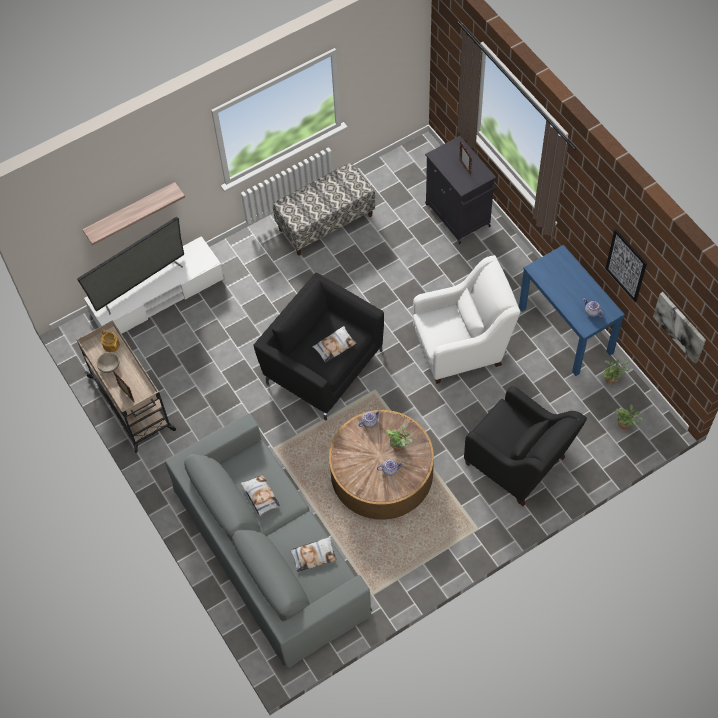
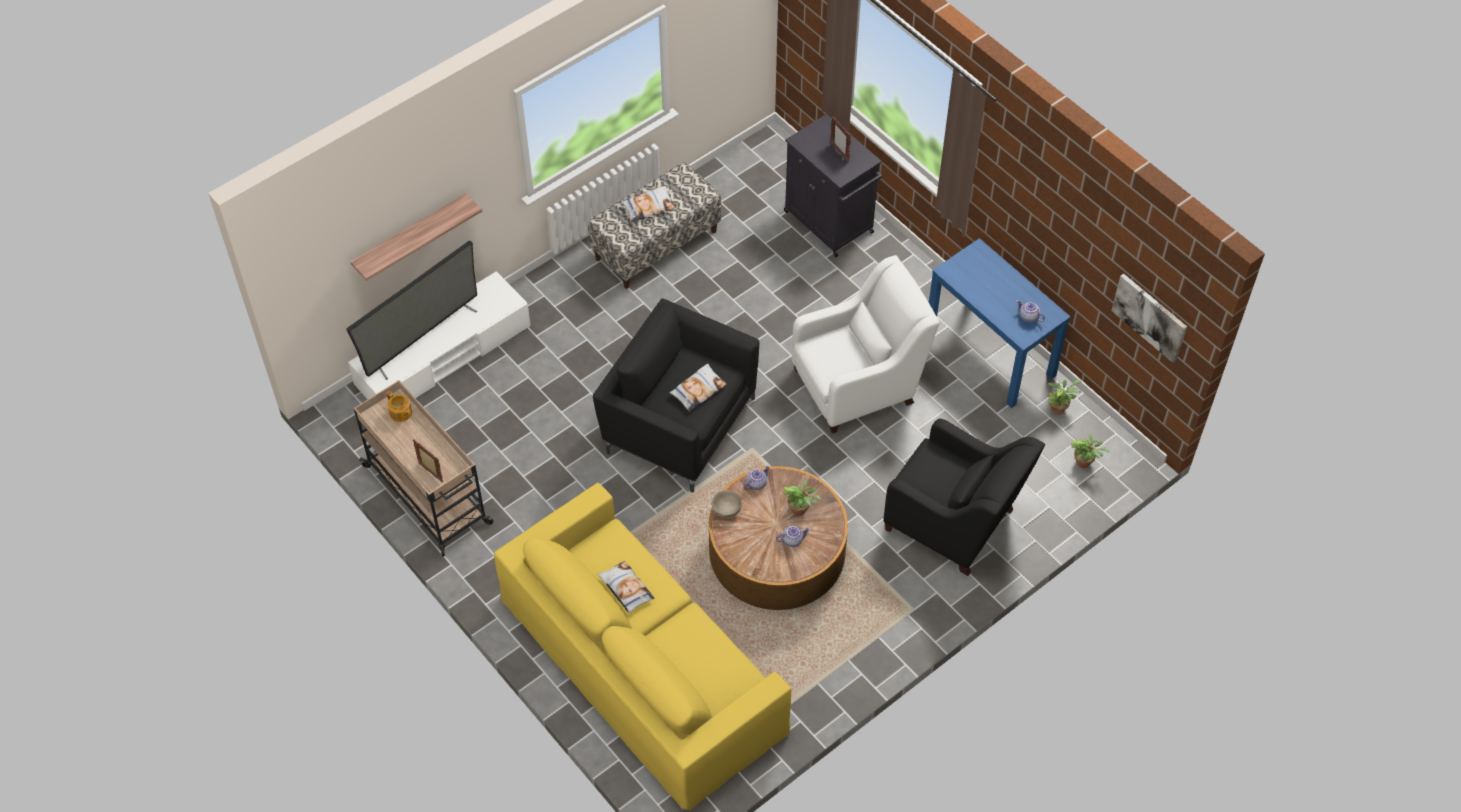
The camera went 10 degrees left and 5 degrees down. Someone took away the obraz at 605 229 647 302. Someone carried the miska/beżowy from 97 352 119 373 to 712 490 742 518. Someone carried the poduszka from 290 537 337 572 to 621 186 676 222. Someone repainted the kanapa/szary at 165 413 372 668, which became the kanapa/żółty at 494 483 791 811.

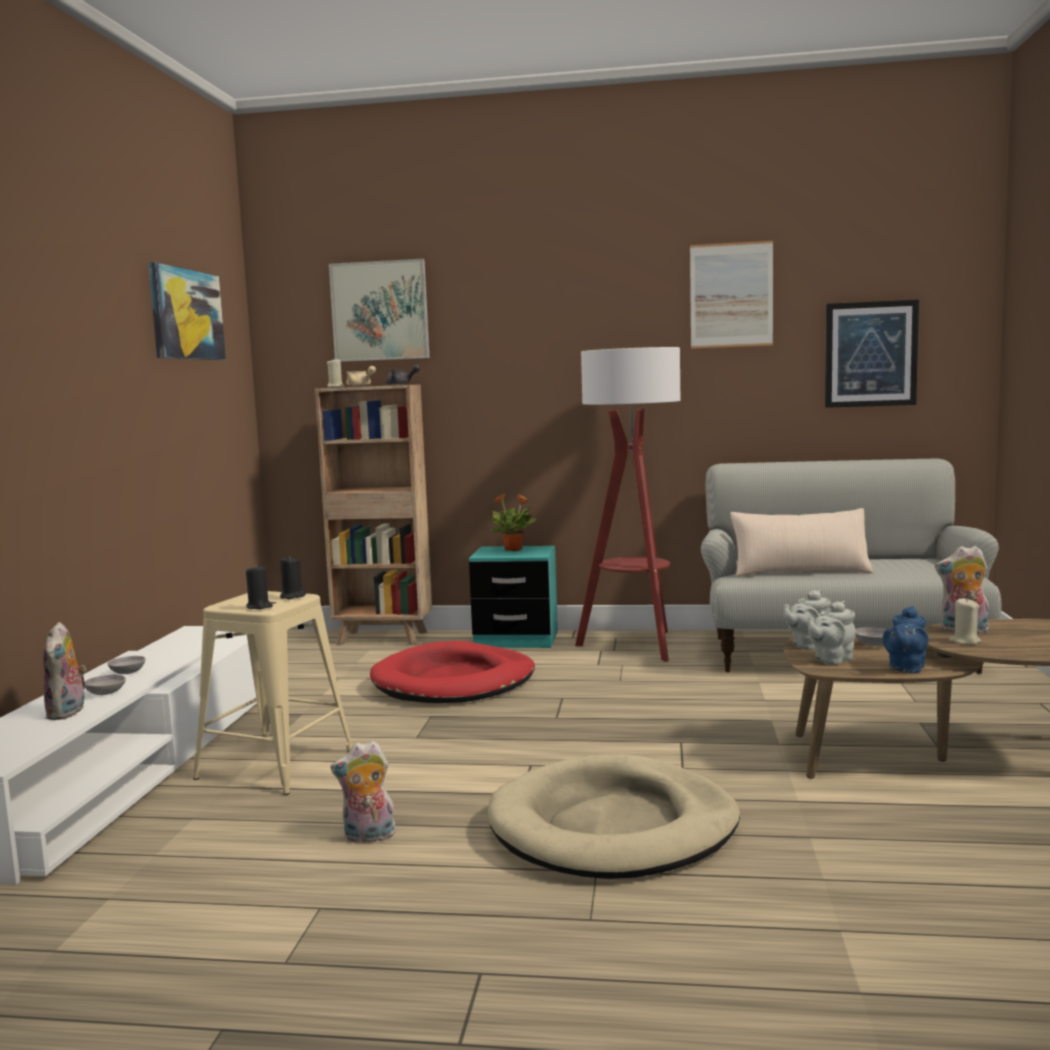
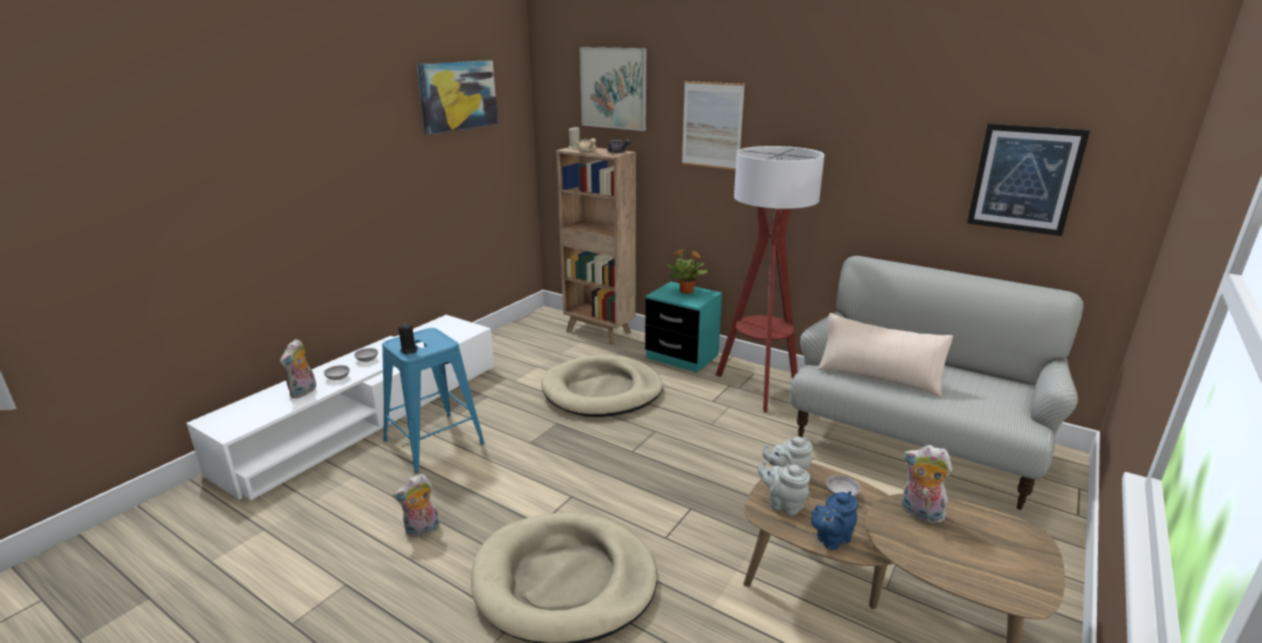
The camera went 25 degrees right and 15 degrees up. Someone took away the świeca/czarny at 280 555 306 599. Someone took away the świeca/beżowy at 949 598 981 645. Someone carried the obraz from 690 241 773 349 to 682 81 745 170. Someone repainted the stołek/beżowy at 193 591 352 795, which became the stołek/niebieski at 382 328 485 473. Someone repainted the legowisko/czerwony at 370 641 535 703, which became the legowisko/beżowy at 541 355 663 417. Someone rotated the pluszak at 331 741 397 844 by 45 degrees counterclockwise. Someone rotated the imbryk/szary at 808 601 856 665 by 45 degrees clockwise.

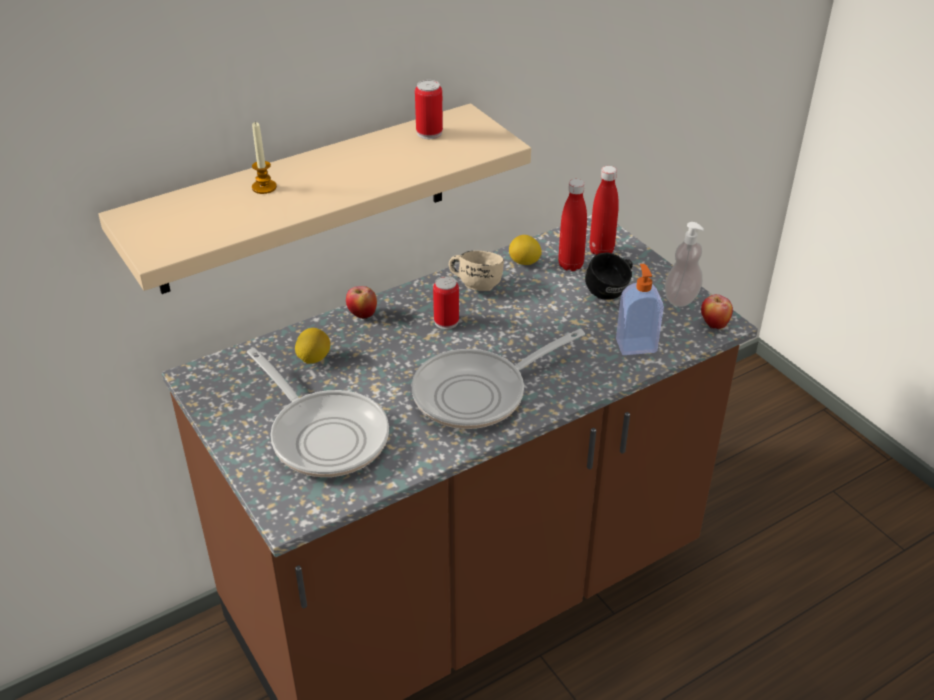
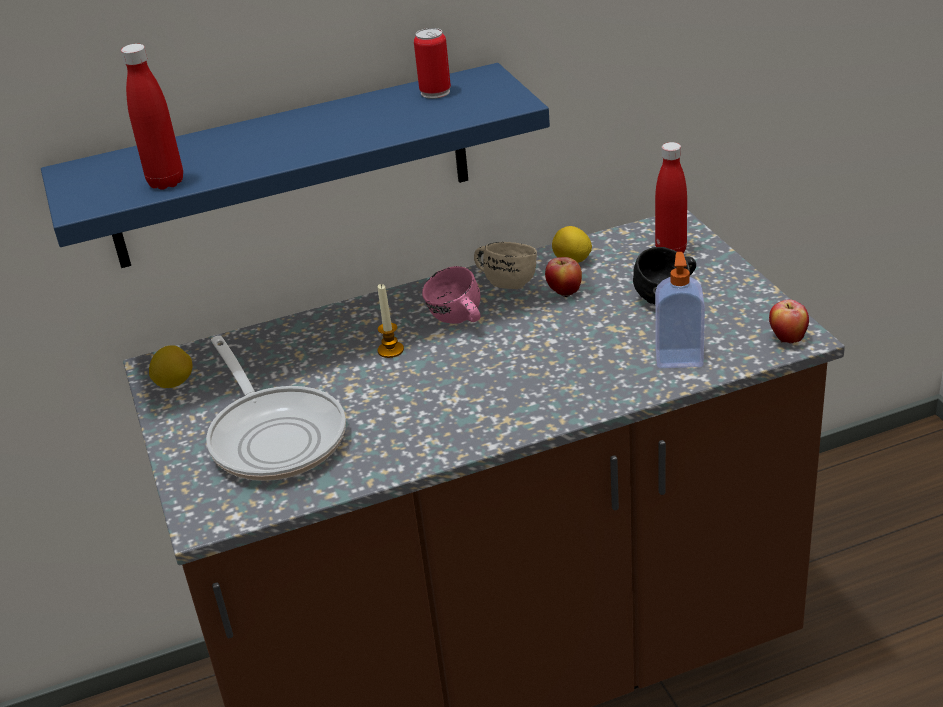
The camera went 15 degrees right and 5 degrees down. Someone took away the patelnia at 412 329 585 429. Someone took away the dozownik mydła at 665 222 704 307. Someone carried the świeca from 252 121 277 194 to 377 284 404 358. Someone carried the cytryna from 295 328 330 364 to 149 345 192 388. Someone carried the jabłko from 346 286 377 320 to 545 257 582 297. Someone carried the butelka/czerwony from 558 179 587 271 to 121 44 183 190. Someone swapped the puszka at 433 276 459 329 for the kubek/różowy at 422 266 481 324. Someone repainted the półka/beżowy at 98 103 531 294, which became the półka/niebieski at 41 63 550 268.

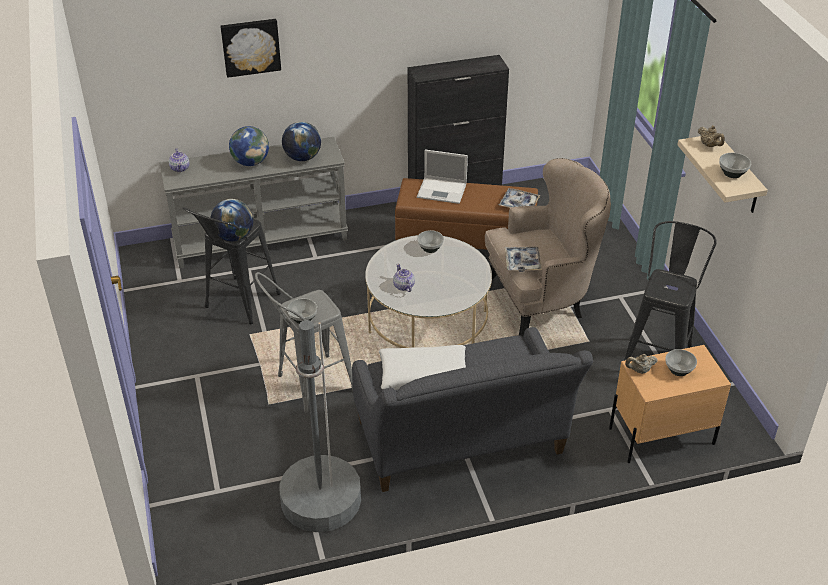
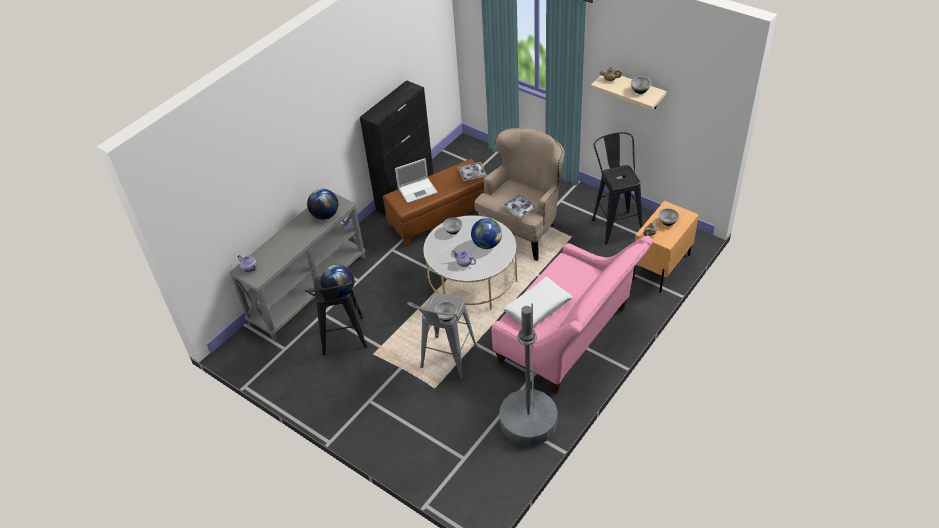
The camera went 35 degrees left and 5 degrees up. Someone took away the obraz at 220 19 281 78. Someone carried the globus from 229 126 269 166 to 471 218 502 249. Someone repainted the kanapa/szary at 352 327 593 492, which became the kanapa/różowy at 492 236 653 394.

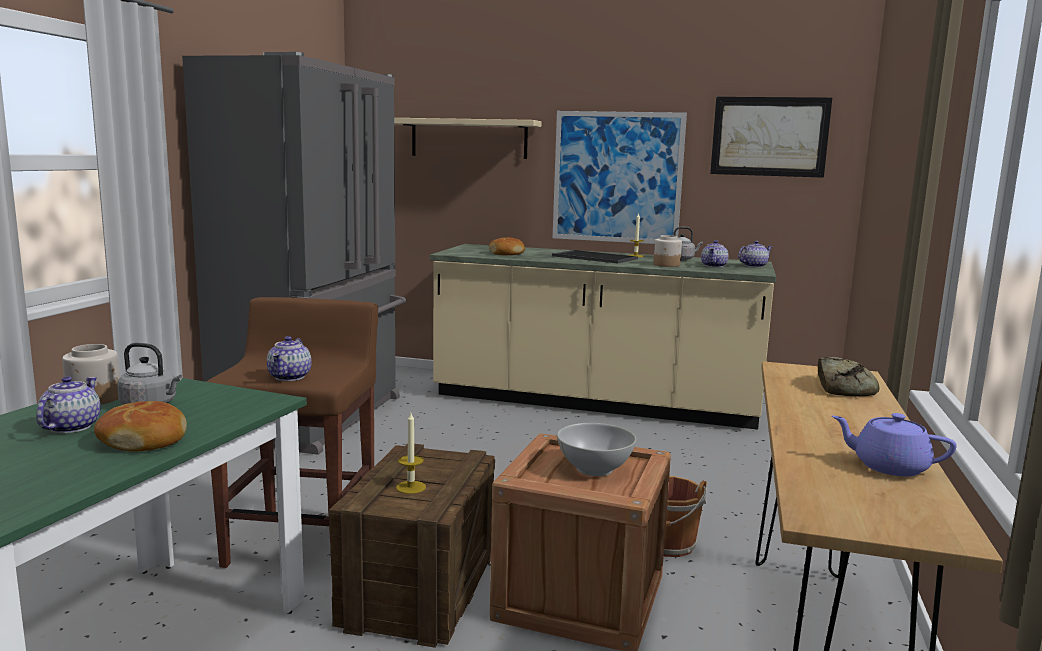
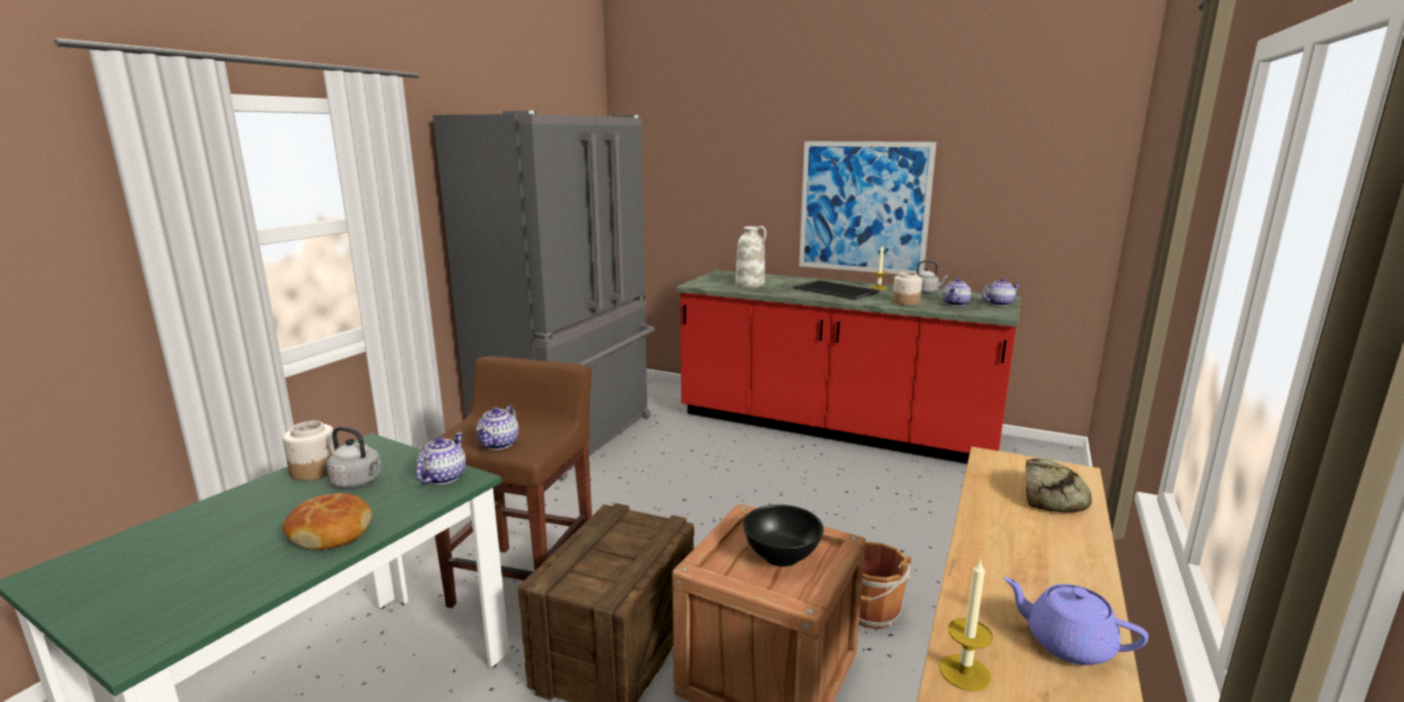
The camera went 10 degrees right and 5 degrees up. Someone took away the półka/beżowy at 394 118 541 159. Someone took away the obraz at 710 97 832 178. Someone carried the imbryk from 36 376 101 433 to 416 432 466 485. Someone carried the świeca from 396 413 426 494 to 939 558 993 691. Someone swapped the chleb at 489 237 525 255 for the wazon/biały at 736 226 766 288. Someone repainted the zabudowa kuchenna/beżowy at 430 244 776 430, which became the zabudowa kuchenna/czerwony at 677 270 1021 464. Someone repainted the miska/biały at 557 423 636 476, which became the miska/czarny at 743 505 824 567.

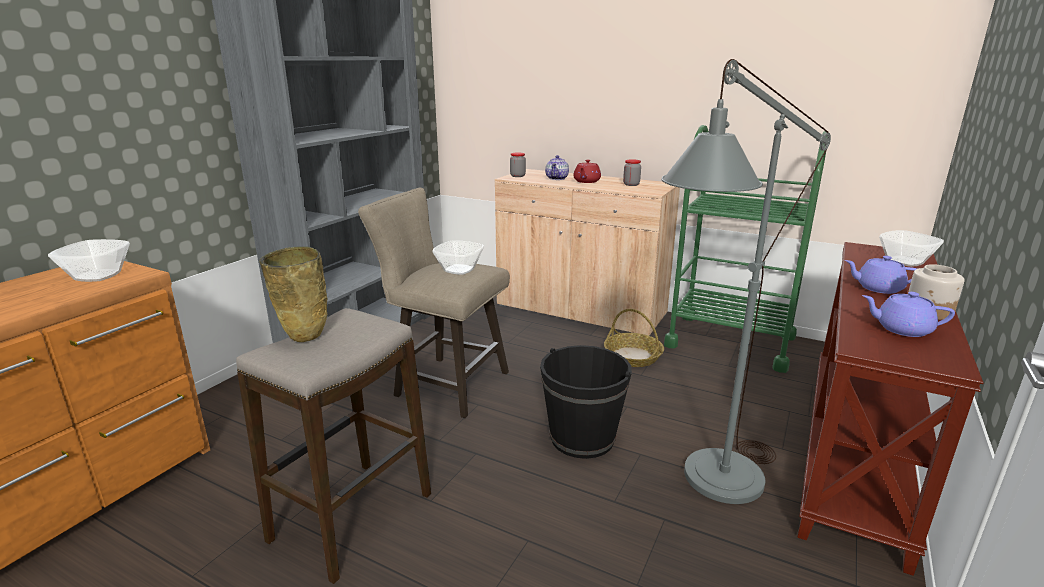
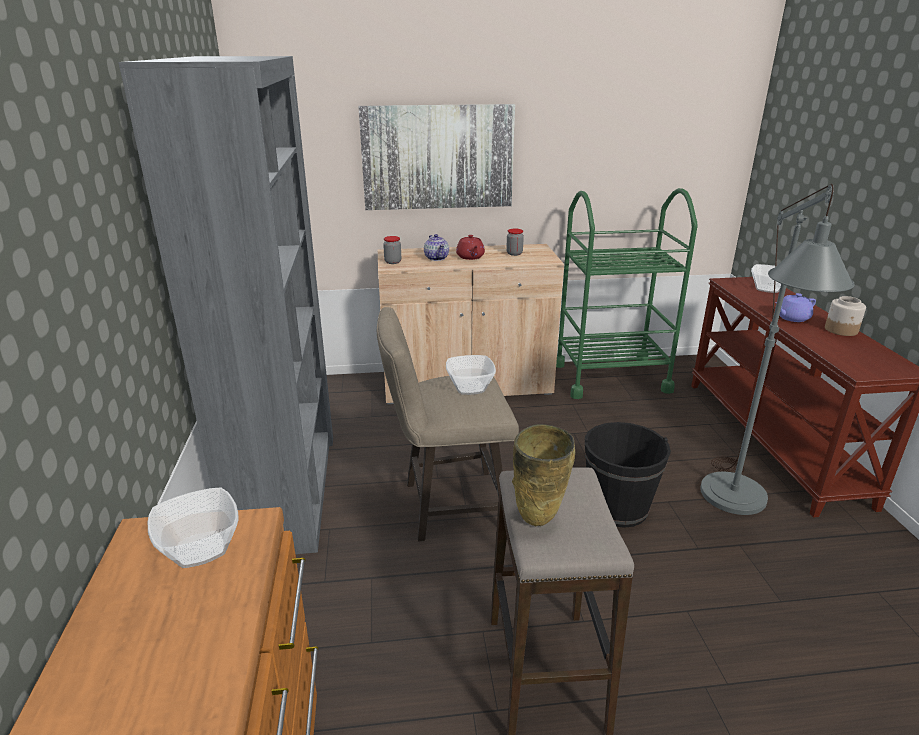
The camera went 35 degrees left and 5 degrees up. Someone took away the koszyk at 604 309 664 367. Someone took away the imbryk/fioletowy at 862 292 955 337. Someone put up the obraz at 358 104 515 210.

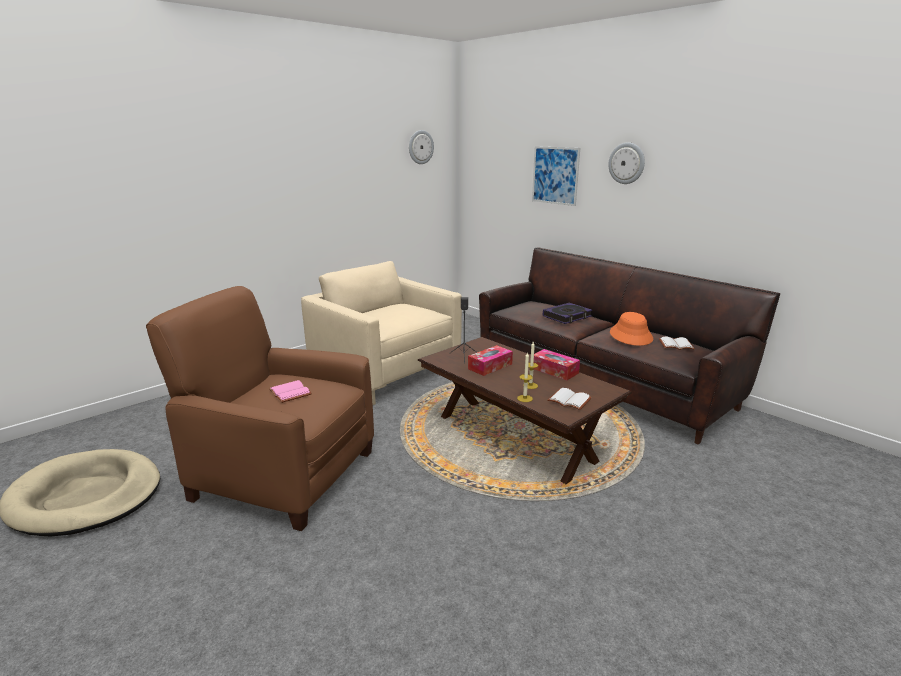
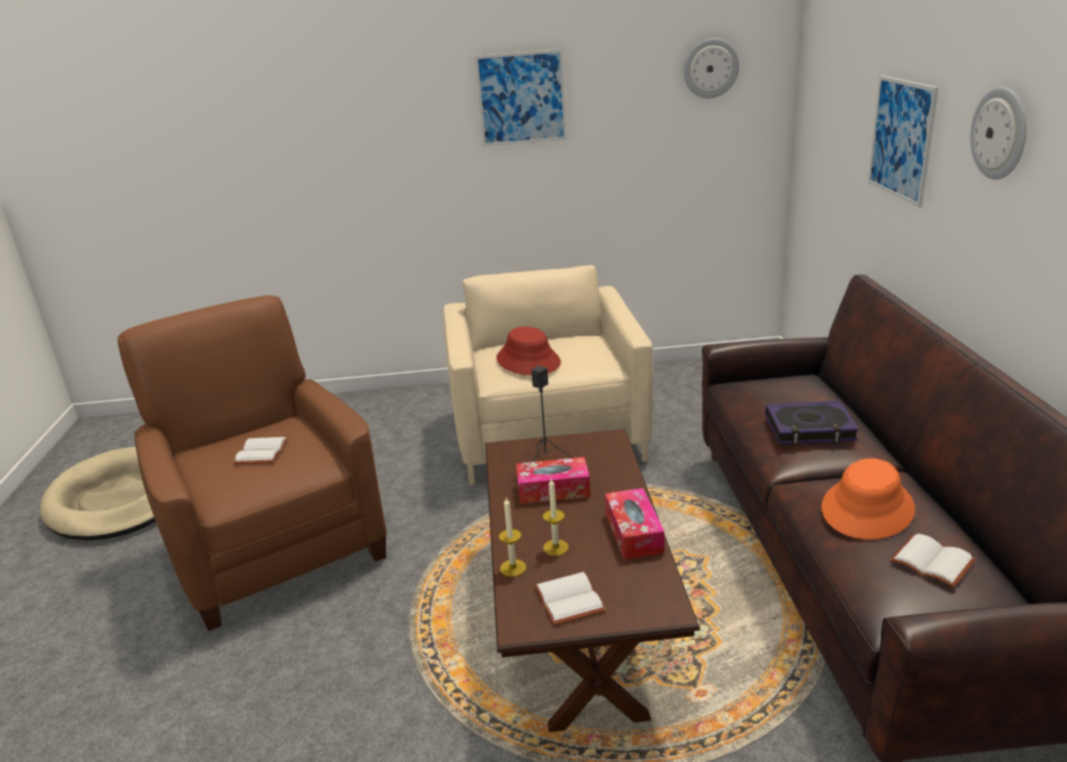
The camera went 40 degrees right and 5 degrees up. Someone put up the obraz at 475 49 567 147. Someone put down the kapelusz/czerwony at 497 326 561 375. Someone repainted the książka/różowy at 269 380 312 403, which became the książka/biały at 233 437 289 464.

